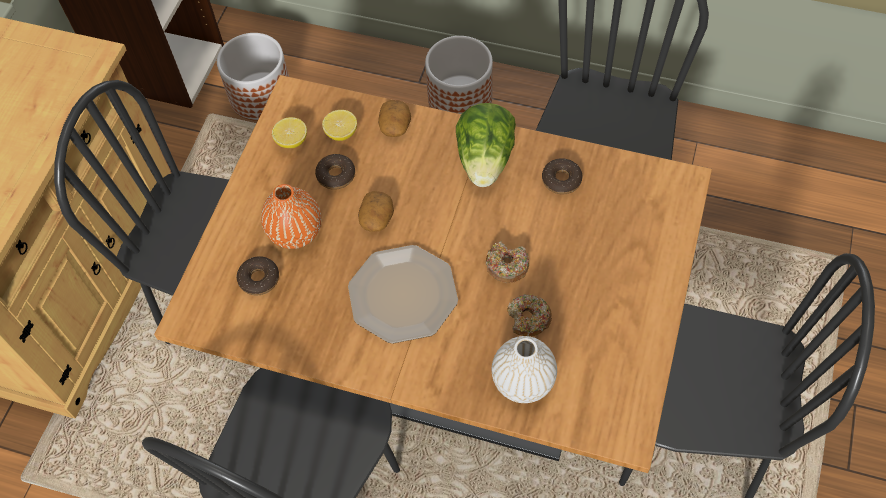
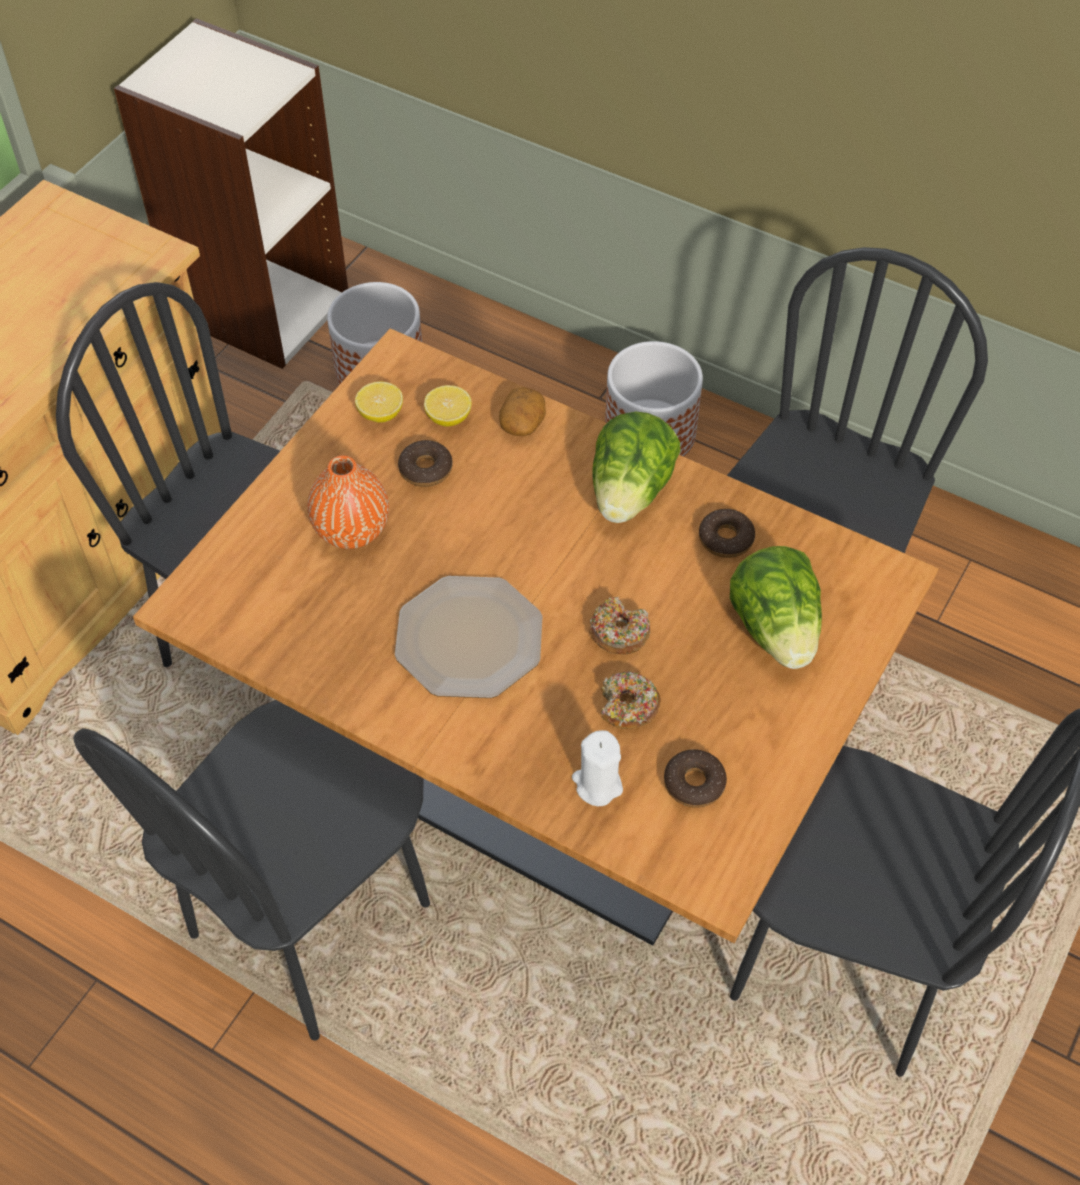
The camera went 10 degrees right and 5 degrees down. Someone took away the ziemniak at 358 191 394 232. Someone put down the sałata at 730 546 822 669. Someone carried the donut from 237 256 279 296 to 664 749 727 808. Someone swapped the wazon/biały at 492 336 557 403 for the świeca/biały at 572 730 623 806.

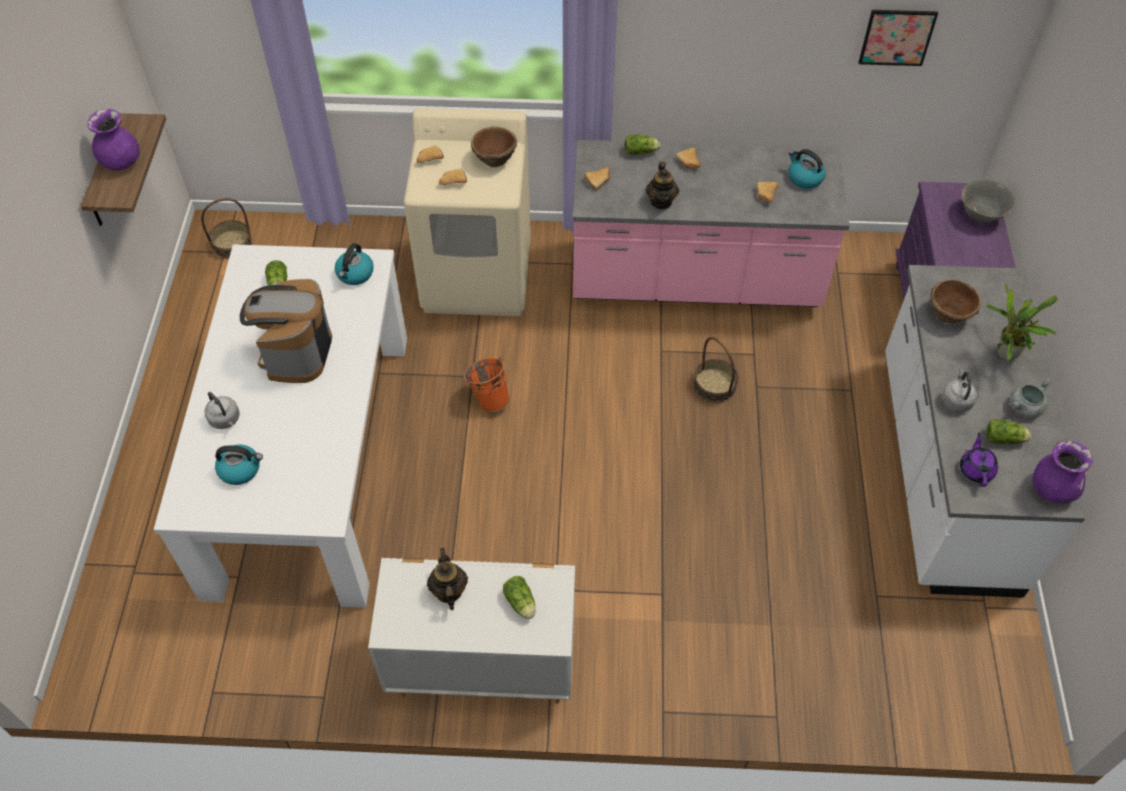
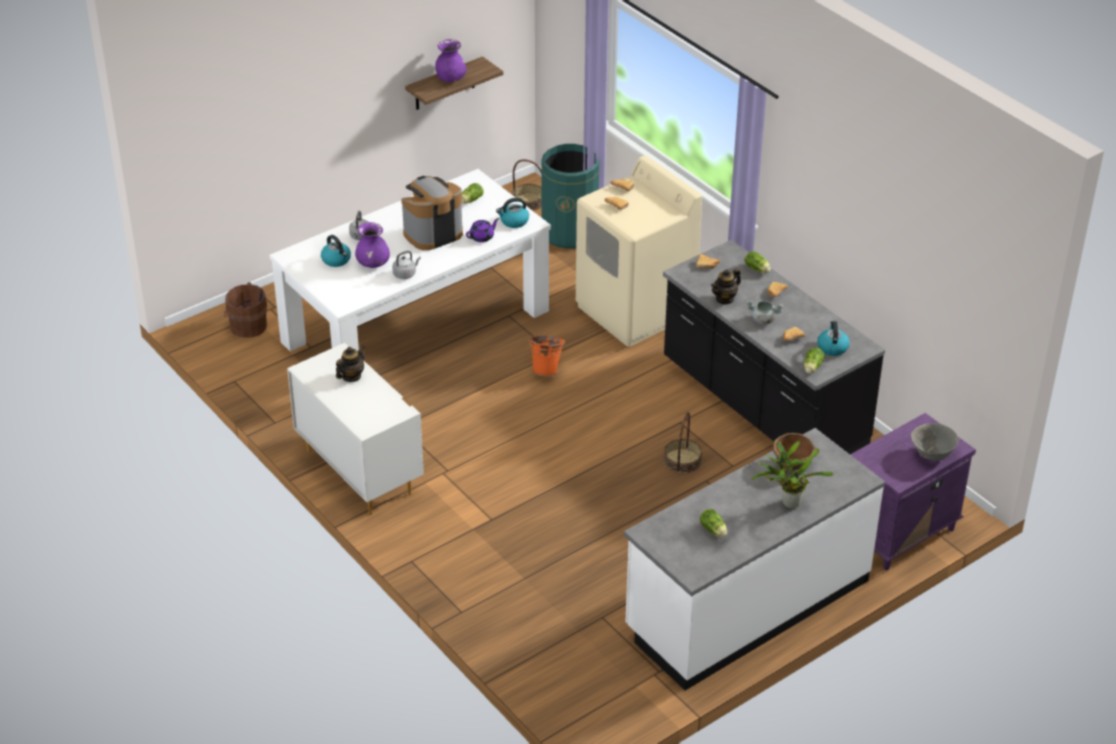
The camera went 50 degrees right and 15 degrees down. Someone took away the miska/brązowy at 471 126 517 167. Someone took away the obraz at 859 10 938 66. Someone put down the wiadro/brązowy at 224 282 267 338. Someone put down the kosz na śmieci/zielony at 542 144 600 248. Someone carried the sałata from 503 576 536 619 to 804 348 825 373. Someone carried the czajnik/szary from 942 369 977 412 to 392 251 421 279. Someone carried the imbryk/fioletowy from 960 432 998 487 to 466 218 499 242. Someone carried the garnek/szary from 1010 377 1051 418 to 746 300 783 325. Someone carried the wazon/fioletowy from 1032 441 1093 503 to 355 222 390 268. Someone repainted the zabudowa kuchenna/różowy at 573 140 850 307, which became the zabudowa kuchenna/czarny at 663 240 885 454.

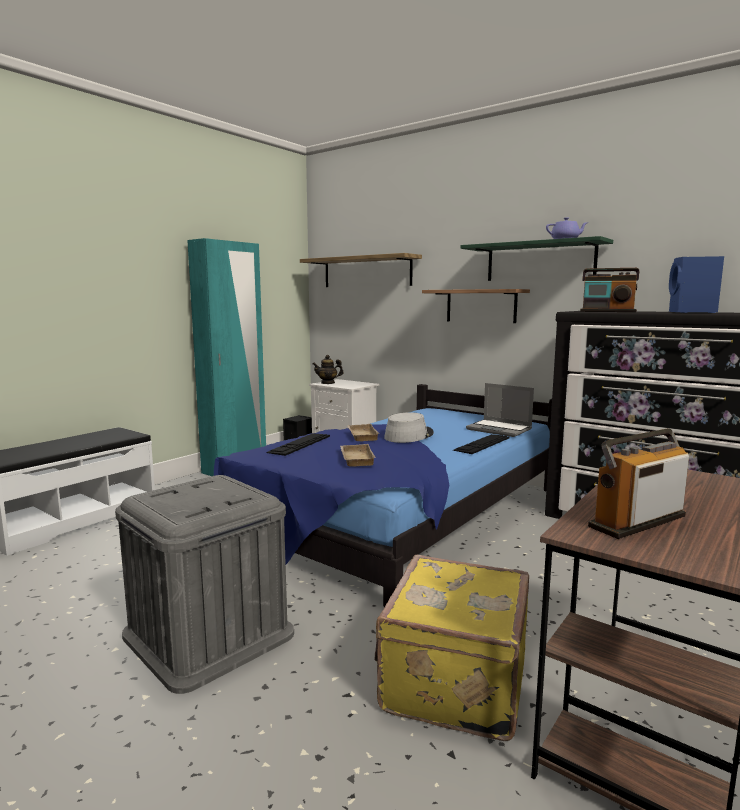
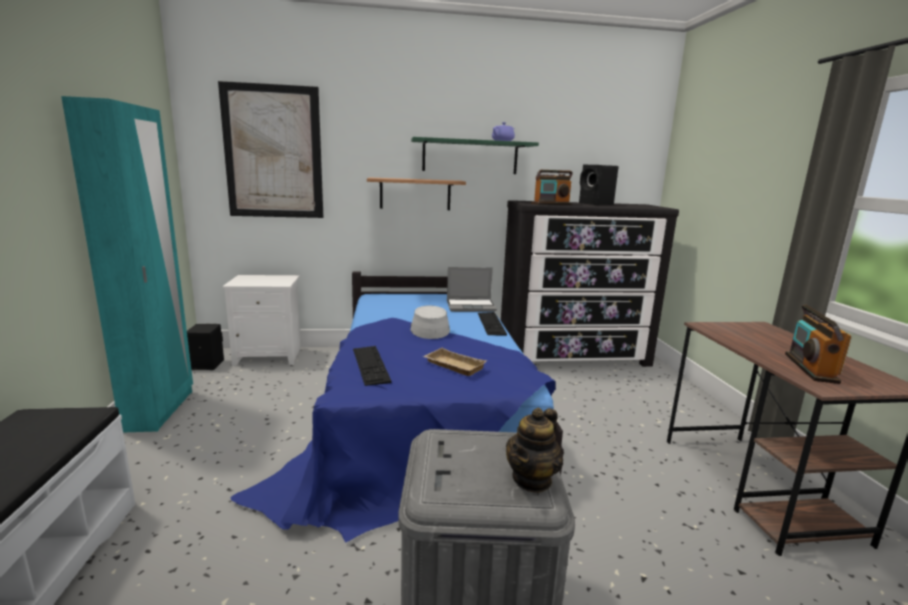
The camera went 45 degrees left and 5 degrees up. Someone took away the taca/beżowy at 347 424 379 441. Someone took away the walizka/żółty at 374 555 529 741. Someone carried the imbryk from 313 355 344 384 to 506 408 563 493. Someone swapped the półka at 300 253 422 287 for the obraz at 218 81 324 218. Someone repainted the głośnik/niebieski at 669 256 724 313, which became the głośnik/czarny at 579 165 619 205.

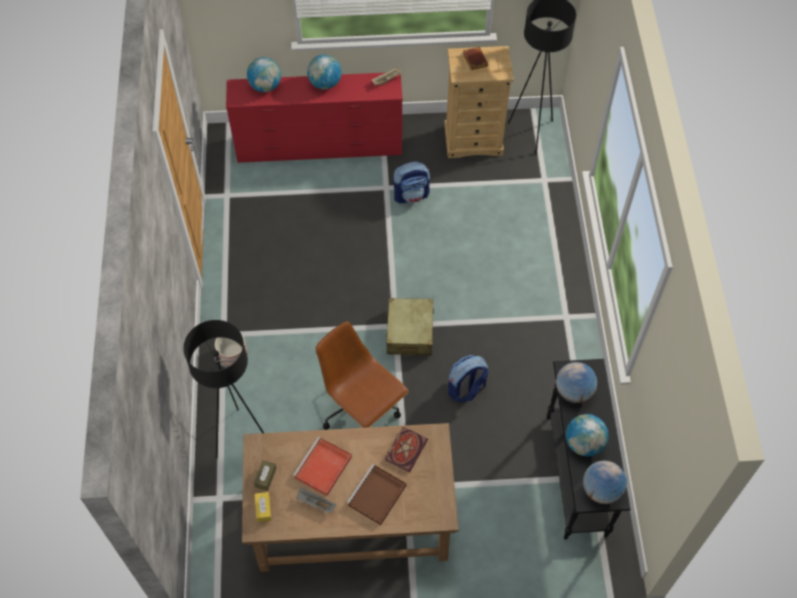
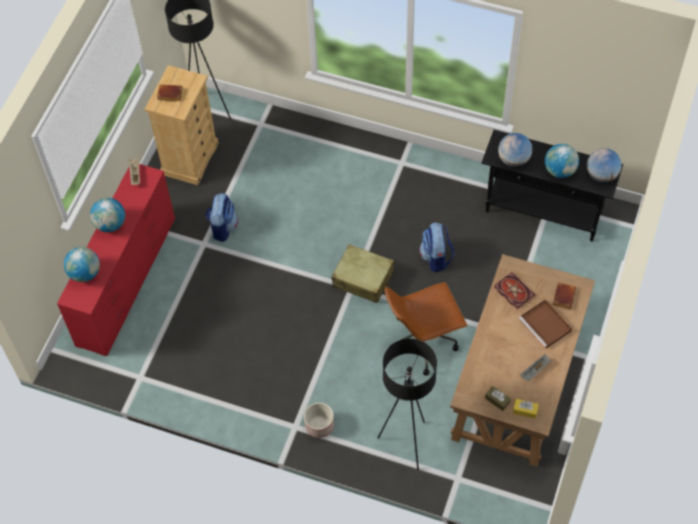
The camera went 65 degrees left and 0 degrees up. Someone took away the taca/czerwony at 293 437 352 496. Someone put down the książka/brązowy at 552 282 576 309.

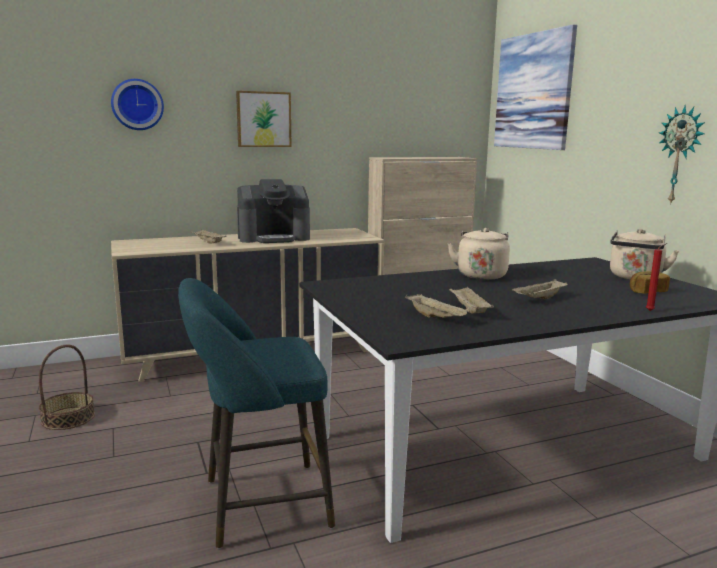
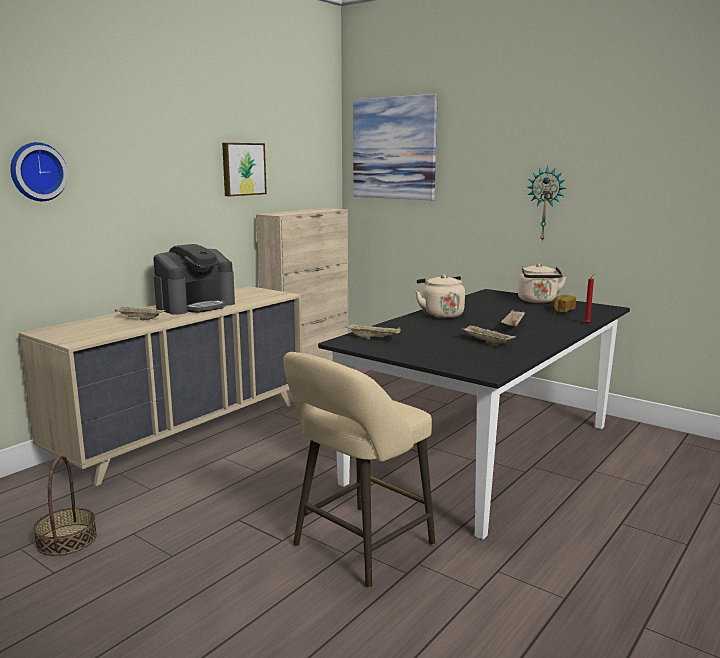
The camera went 30 degrees left and 0 degrees up. Someone carried the obraz from 236 91 292 147 to 222 143 267 196. Someone carried the taca/beżowy from 405 294 469 318 to 345 323 401 339. Someone repainted the stołek/turkusowy at 178 278 335 549, which became the stołek/beżowy at 283 352 435 588.

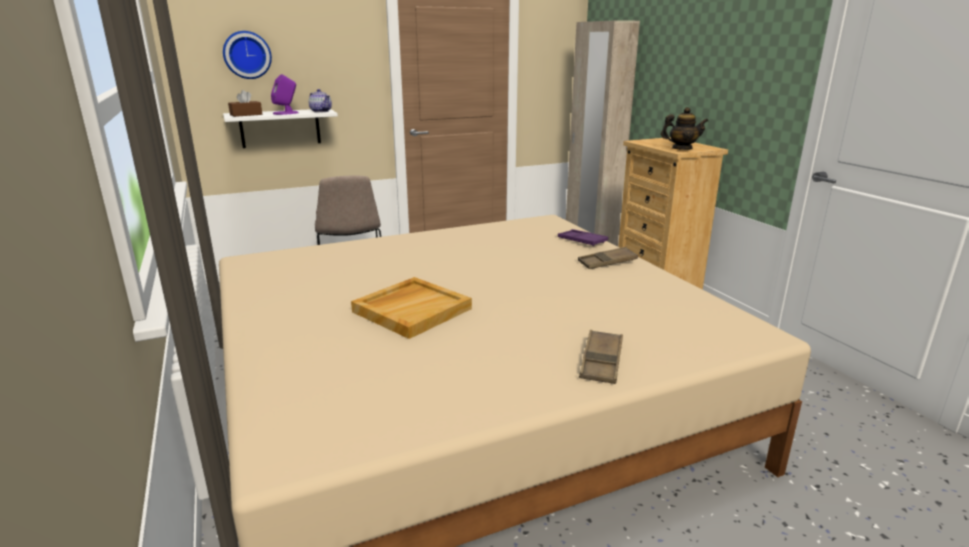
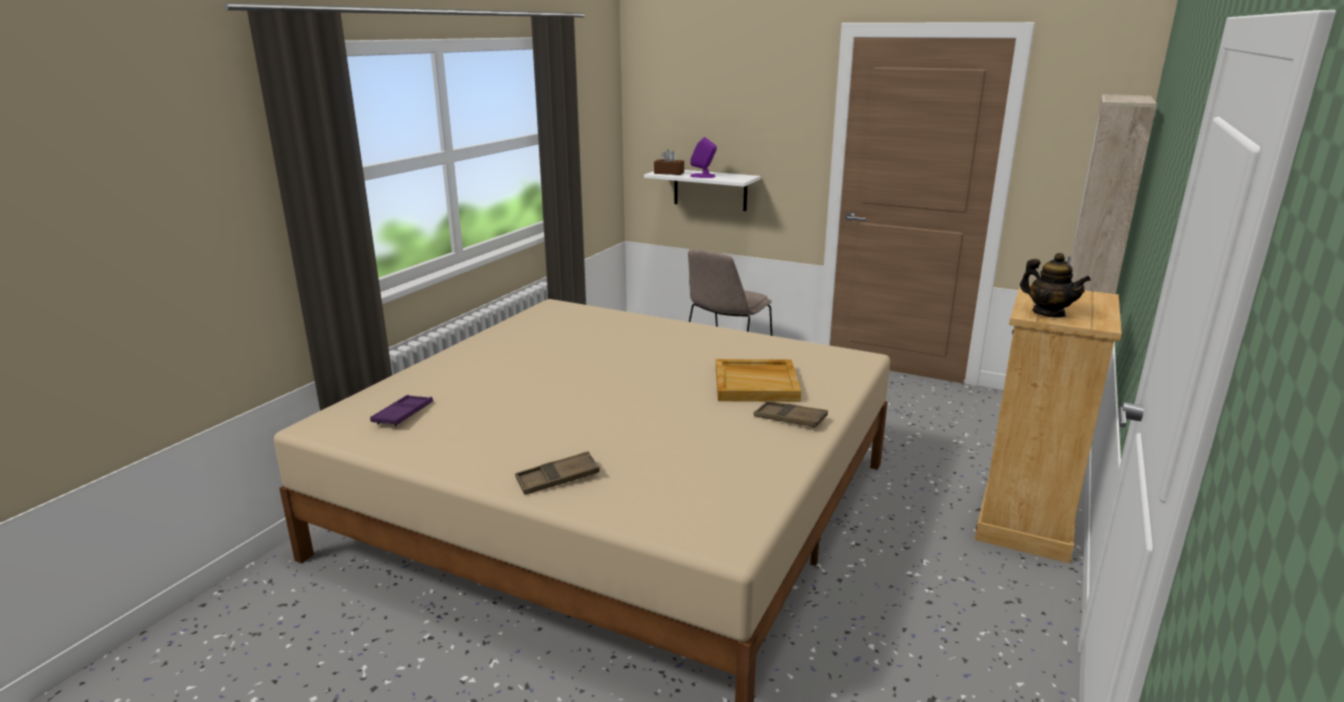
The camera went 50 degrees right and 0 degrees up. Someone took away the zegar ścienny at 223 31 272 79. Someone took away the imbryk at 308 89 332 113. Someone carried the taca/beżowy from 351 277 472 339 to 716 359 801 402. Someone carried the taca/fioletowy from 558 229 608 246 to 370 395 433 426.

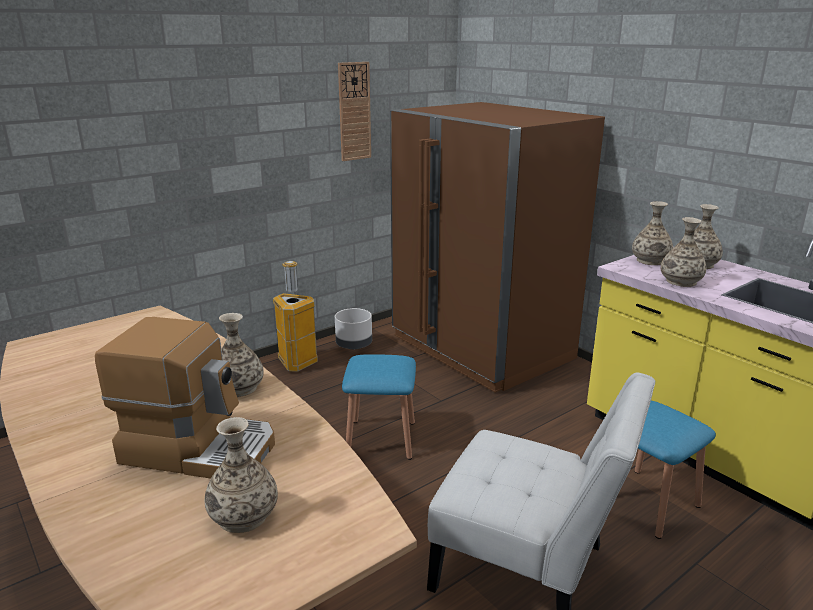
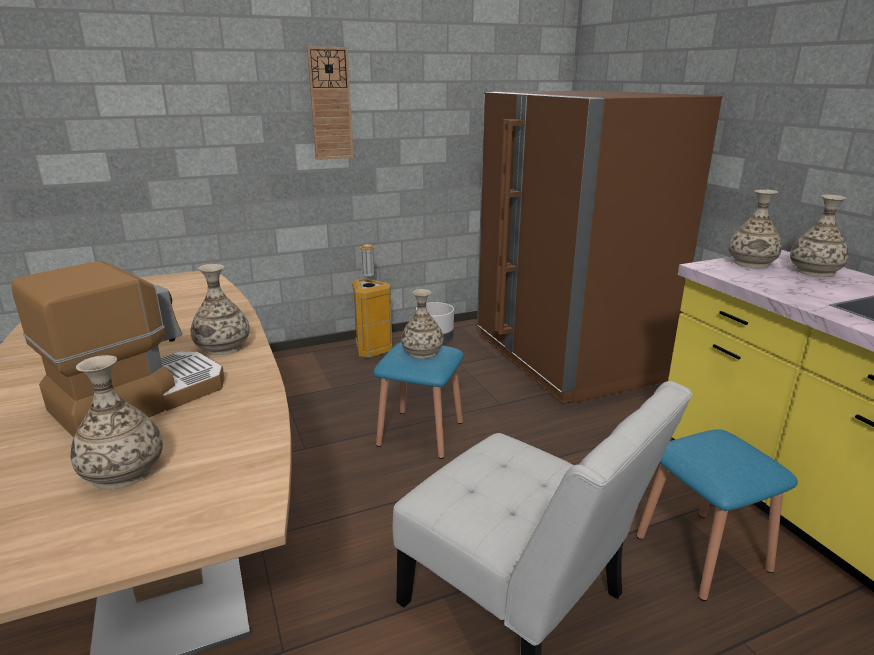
The camera went 15 degrees right and 0 degrees up. Someone carried the zegar ścienny from 338 62 371 161 to 307 46 354 160. Someone carried the wazon from 661 217 706 287 to 401 289 444 359. Someone rotated the ekspres do kawy at 95 317 275 478 by 75 degrees counterclockwise.

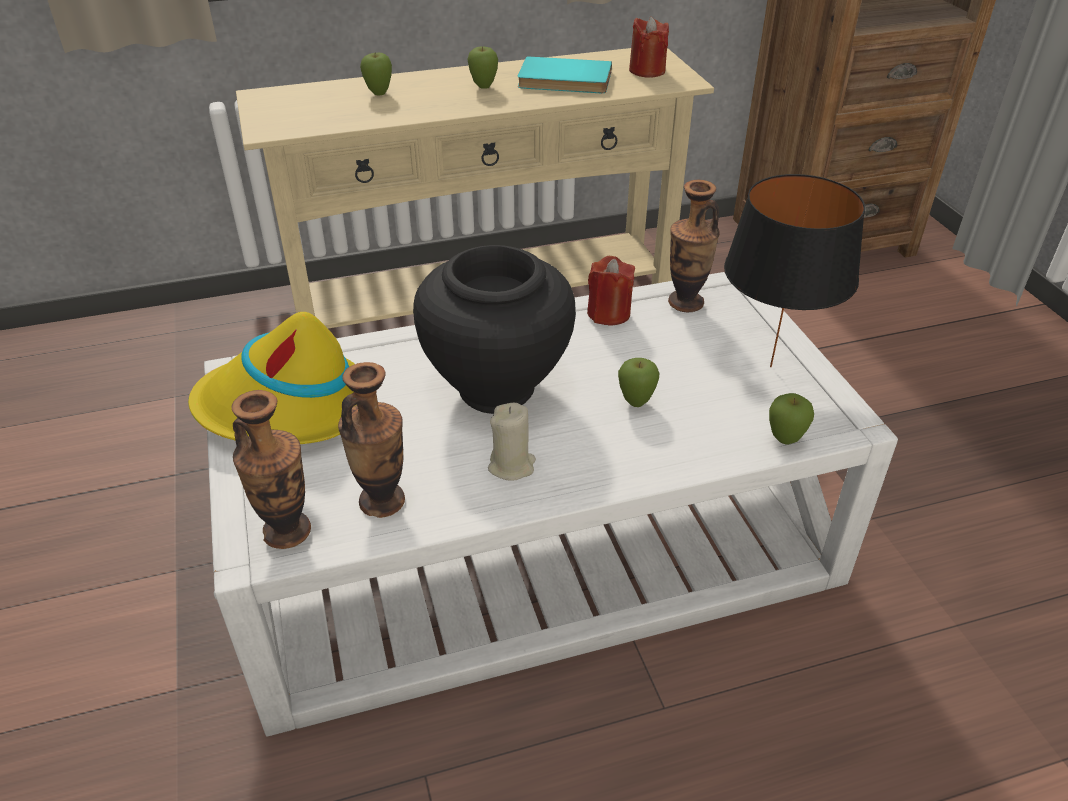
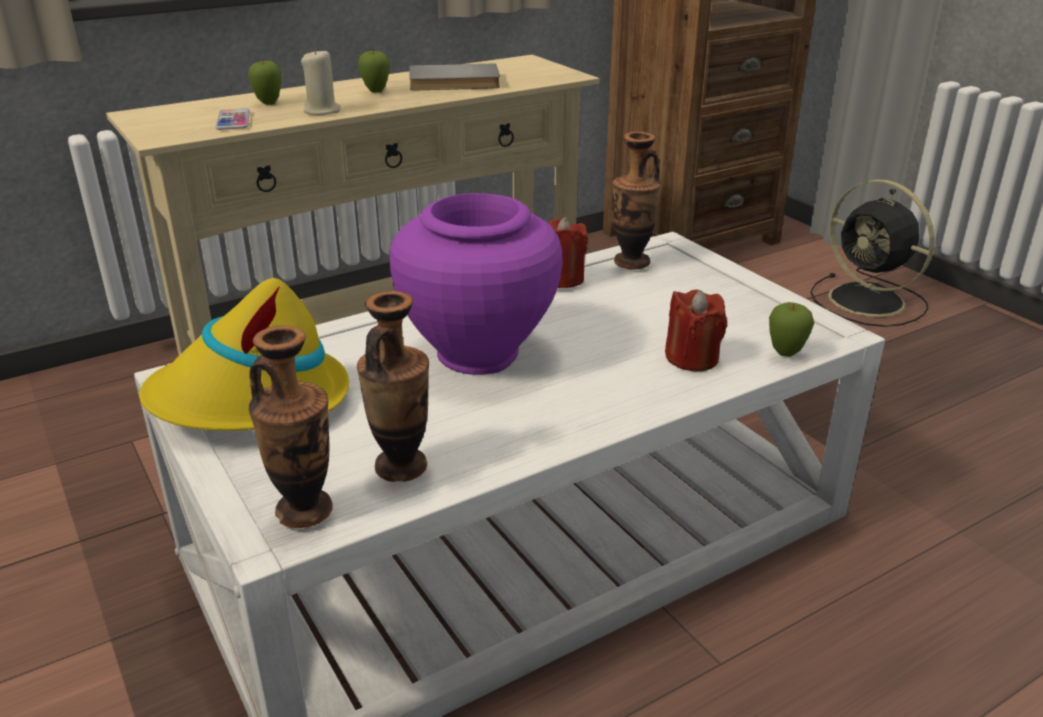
The camera went 15 degrees left and 10 degrees down. Someone took away the jabłko at 618 358 659 407. Someone took away the lampa stołowa/czarny at 724 174 865 367. Someone put down the telefon at 215 108 250 130. Someone put down the wentylator/czarny at 810 179 935 327. Someone carried the świeca/beżowy from 488 403 536 481 to 301 48 341 115. Someone carried the świeca/czerwony from 629 16 669 78 to 665 289 727 371. Someone repainted the wazon/czarny at 413 245 576 414, which became the wazon/fioletowy at 389 193 562 375. Someone repainted the książka/turkusowy at 518 56 612 93, which became the książka/szary at 409 64 500 90.

